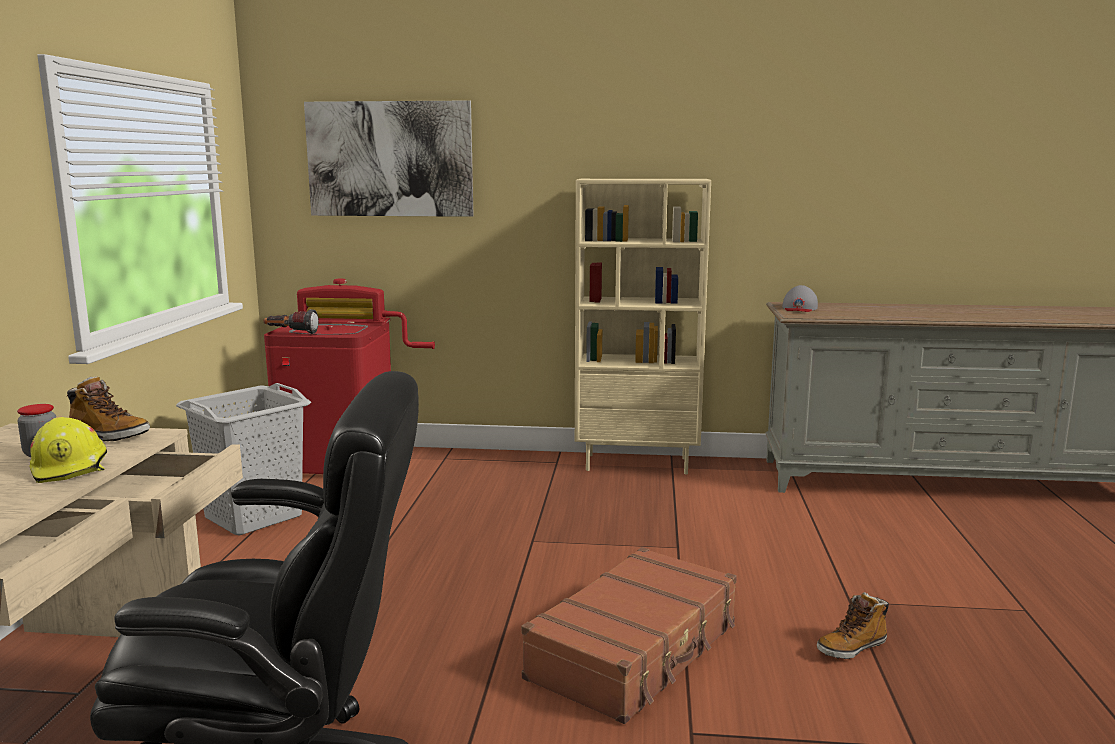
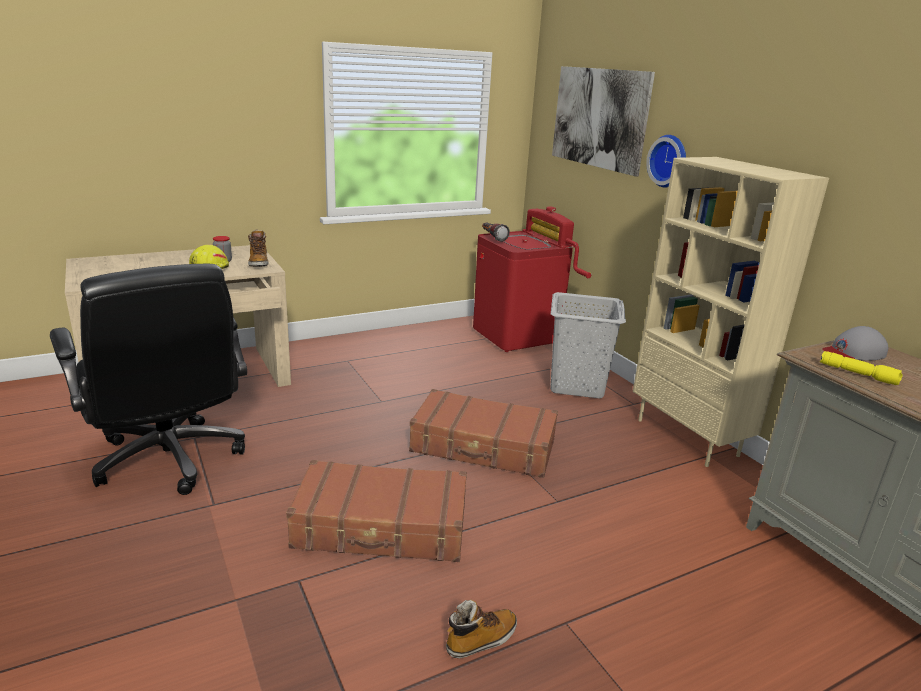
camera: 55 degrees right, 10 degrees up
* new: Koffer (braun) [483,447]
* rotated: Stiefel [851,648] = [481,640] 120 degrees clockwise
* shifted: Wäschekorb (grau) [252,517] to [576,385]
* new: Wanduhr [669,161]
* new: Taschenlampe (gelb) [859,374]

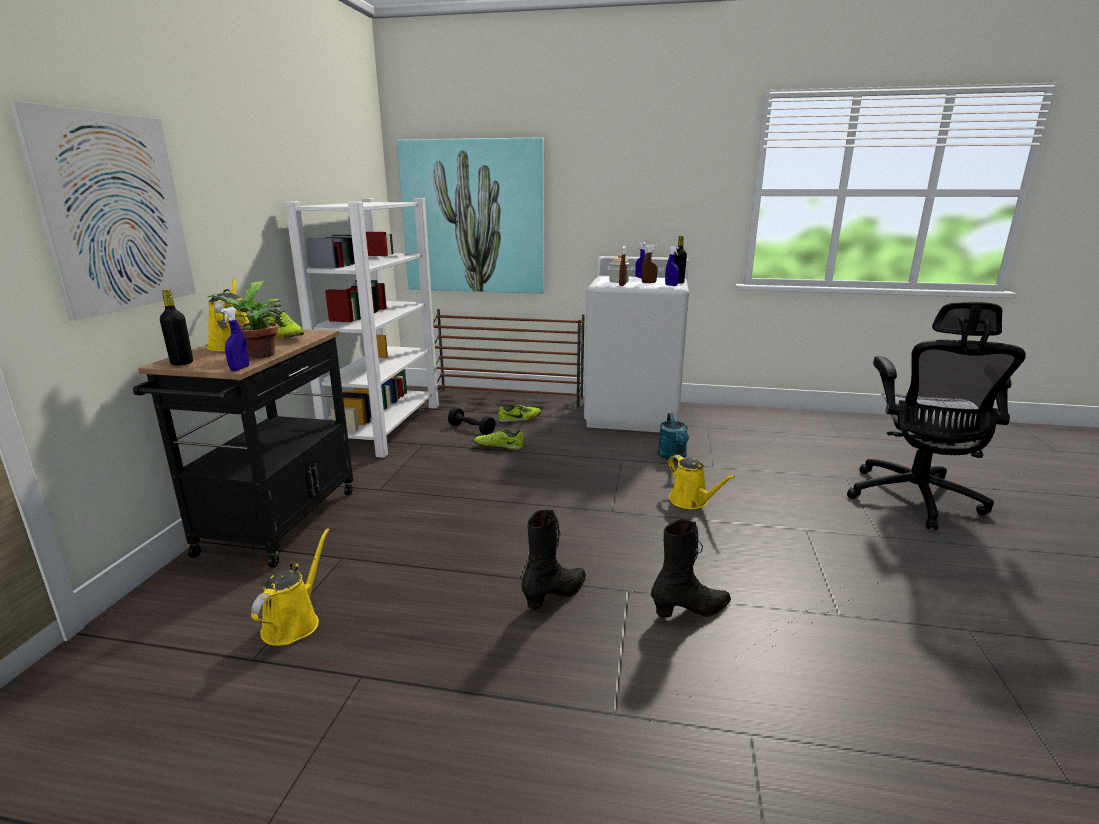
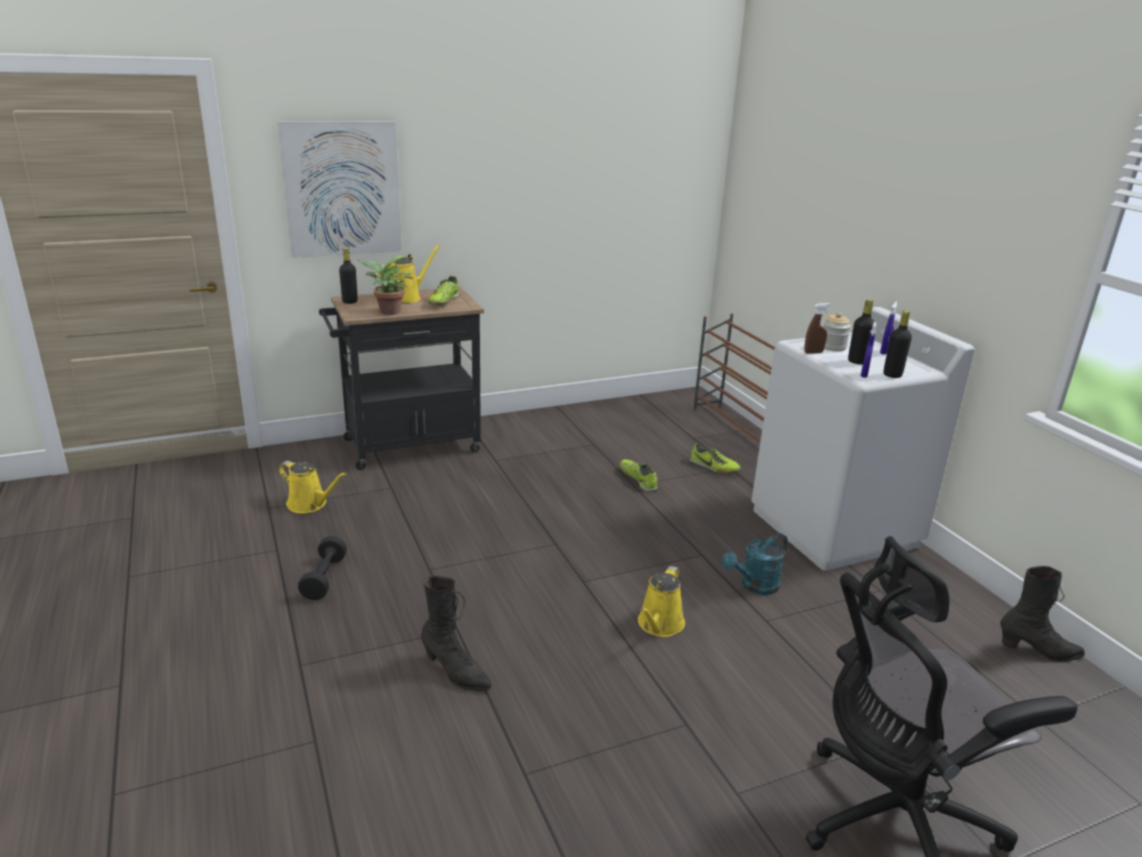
camera: 55 degrees right, 5 degrees up
* rotated: Gießkanne (gelb) [294,622] = [310,504] 45 degrees clockwise
* shifted: Hantel (schwarz) [471,429] to [324,578]
* swapped: Sprühflasche (braun) [648,283] to Flasche (schwarz) [857,361]
* shifted: Stiefel (schwarz) [556,595] to [1038,651]
* gone: Sprühflasche (blau) [240,369]
* gone: Bücherregal (weiß) [385,427]
* gone: Bild [474,217]

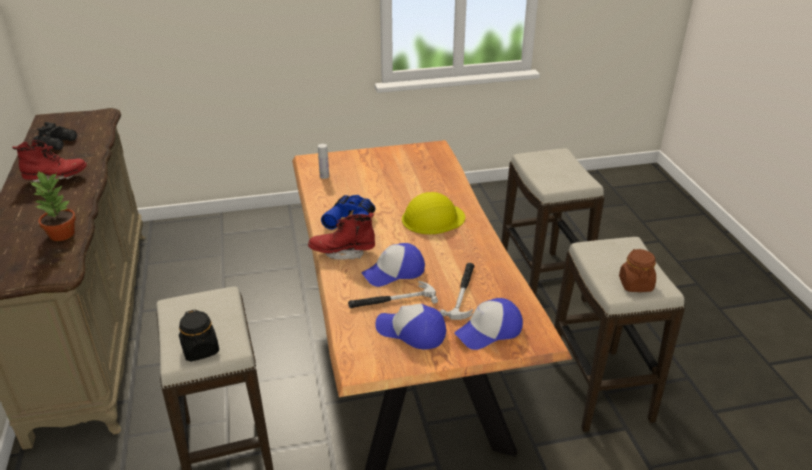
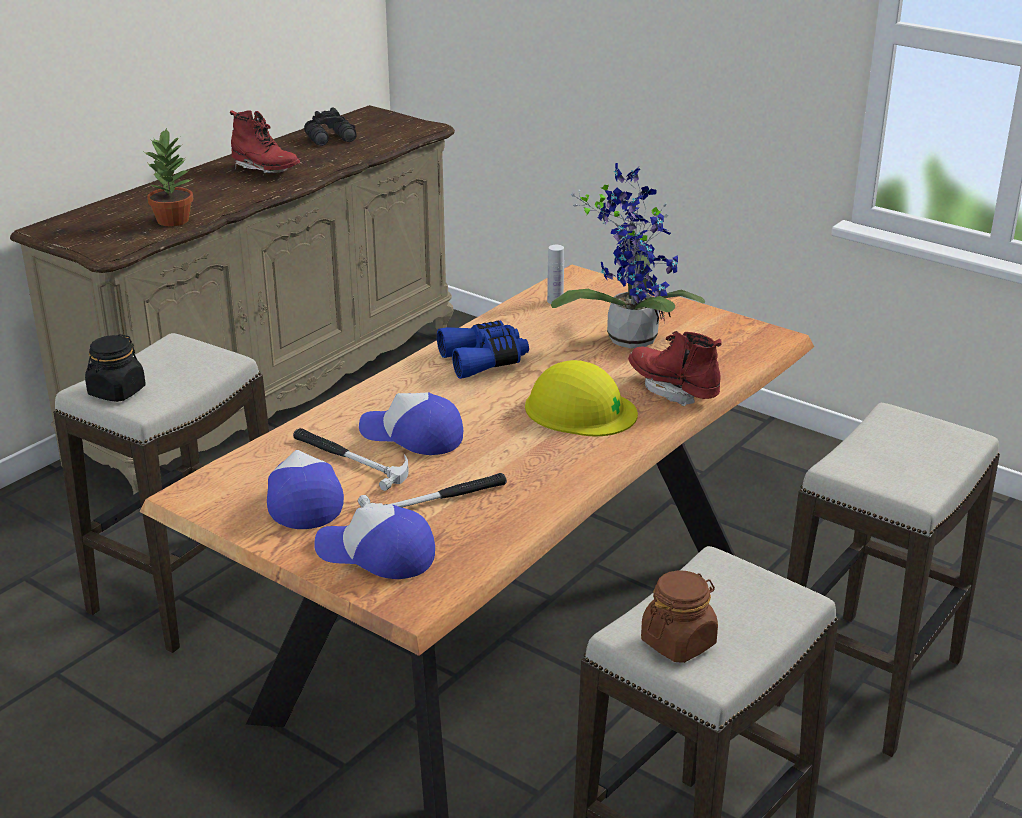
camera: 50 degrees right, 5 degrees down
* new: Topfpflanze [629,336]
* shifted: Stiefel (rot) [342,252] to [673,390]

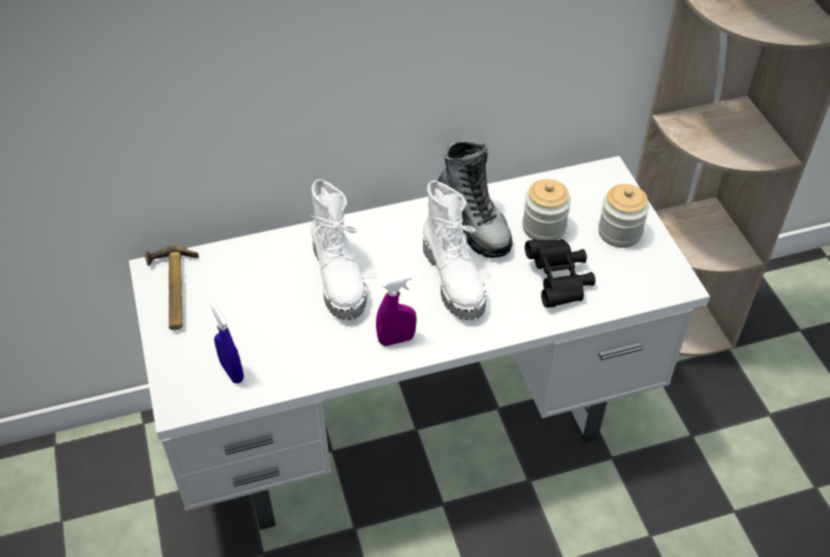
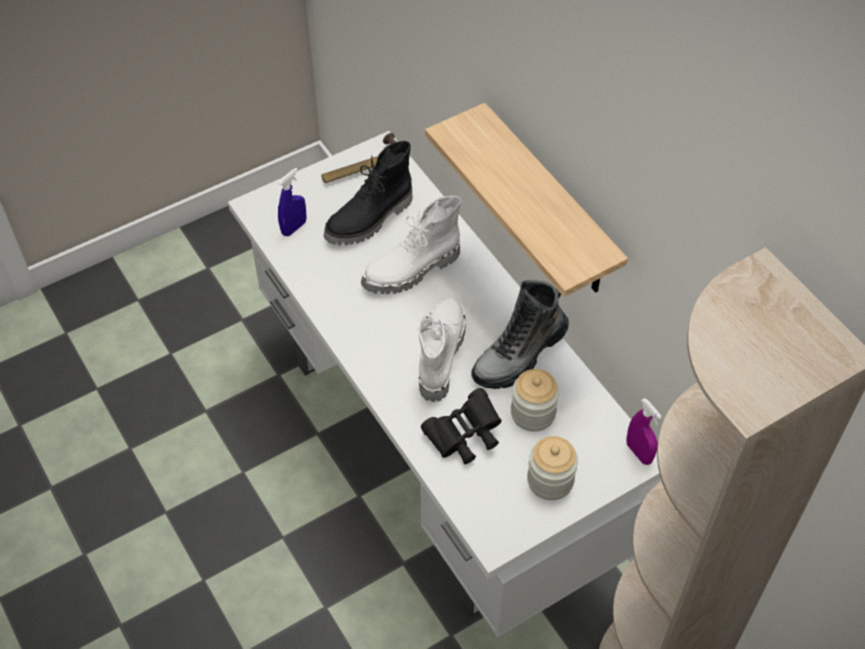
camera: 75 degrees right, 5 degrees up
* new: Stiefel (schwarz) [370,220]
* rotated: Stiefel (weiß) [455,280] = [439,354] 135 degrees clockwise
* new: Wandregal [550,205]
* shifted: Sprühflasche (lila) [396,339] to [639,453]

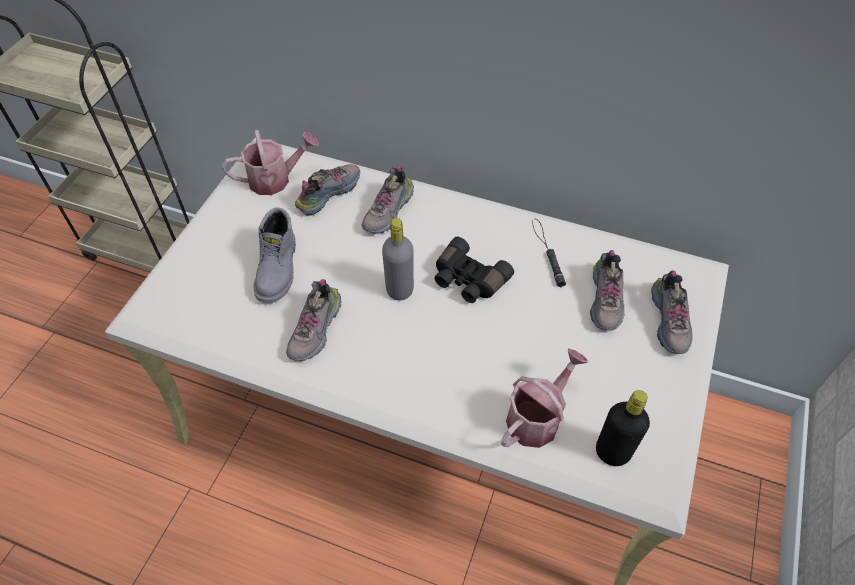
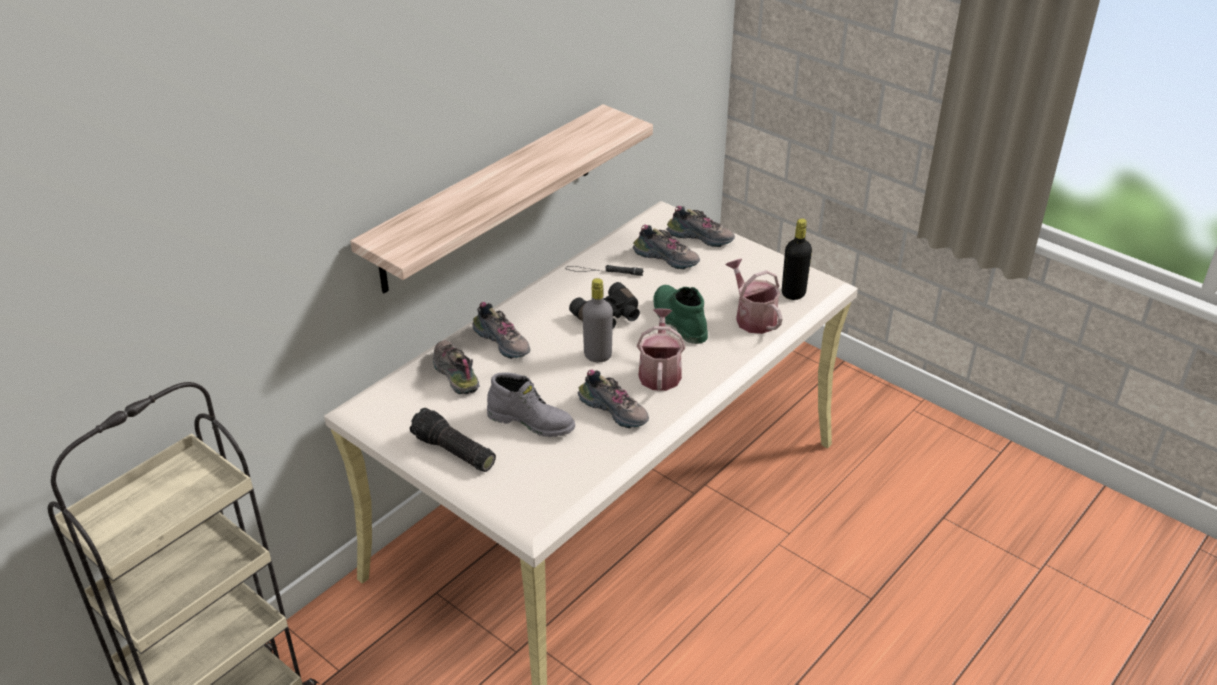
camera: 70 degrees left, 15 degrees down
* new: Wandregal [489,198]
* new: Taschenlampe [452,452]
* shifted: Gießkanne [275,179] to [660,372]
* new: Stiefel (grün) [678,320]

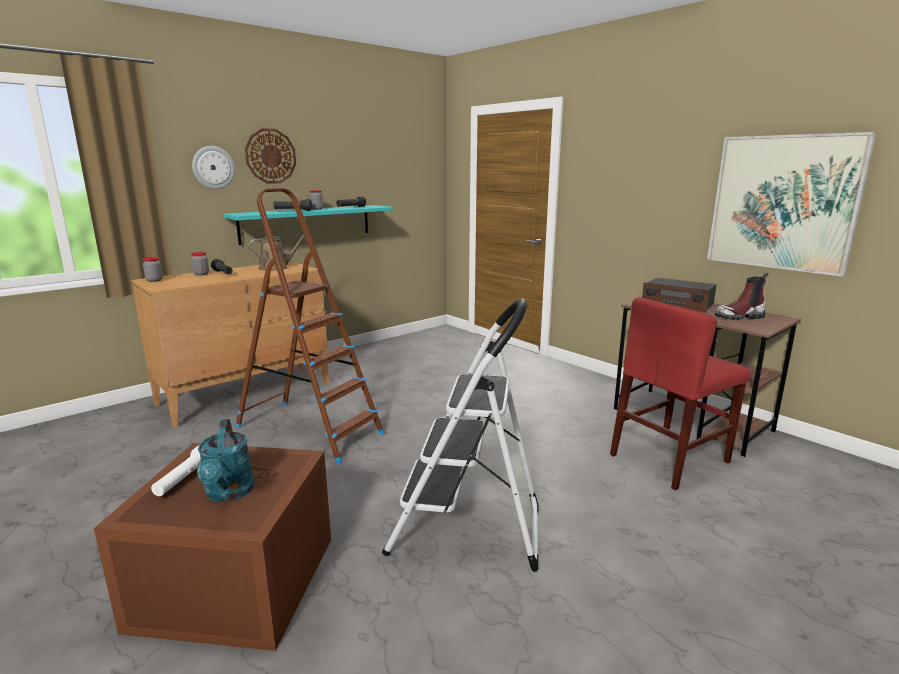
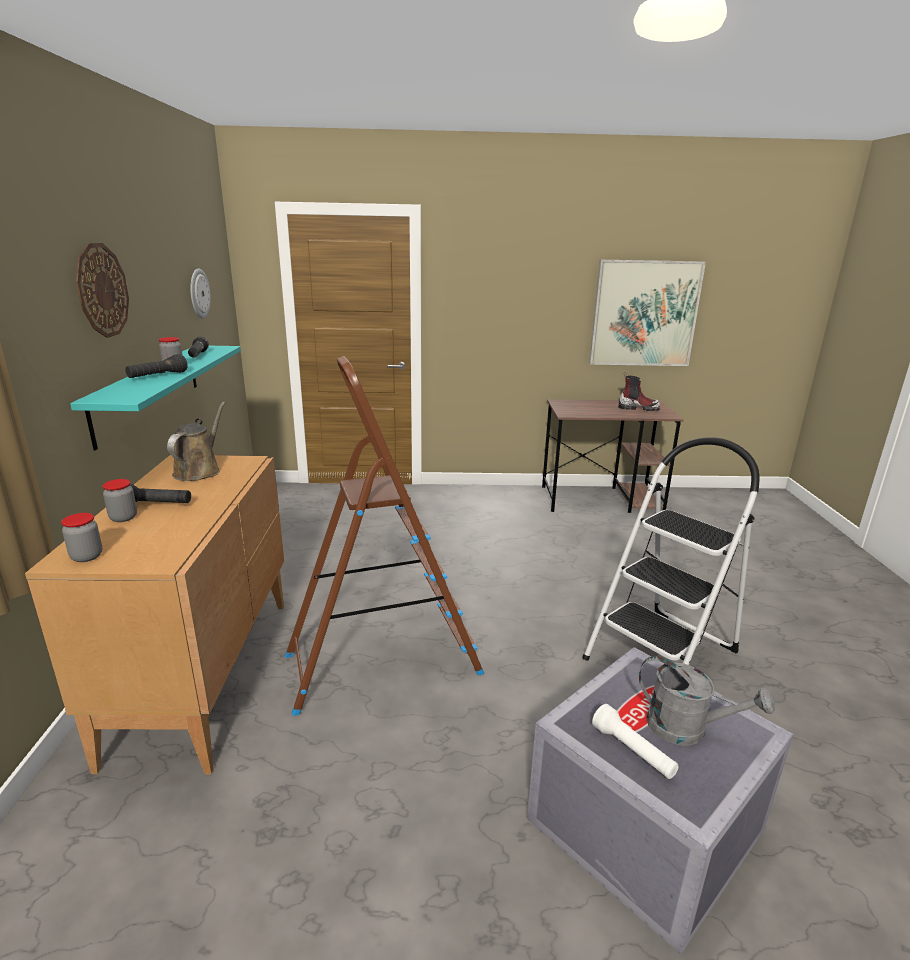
camera: 50 degrees left, 5 degrees up
* shifted: Wanduhr [213,167] to [198,293]
* repainted: Aufbewahrungsbox (braun) [233,583] to Aufbewahrungsbox (grau) [645,828]
* rotated: Stiefel [740,317] = [638,408] 105 degrees counterclockwise
* repainted: Gießkanne (türkis) [228,494] to Gießkanne (grau) [687,729]
* gone: Stuhl (rot) [669,458]
* gone: Radio [677,304]

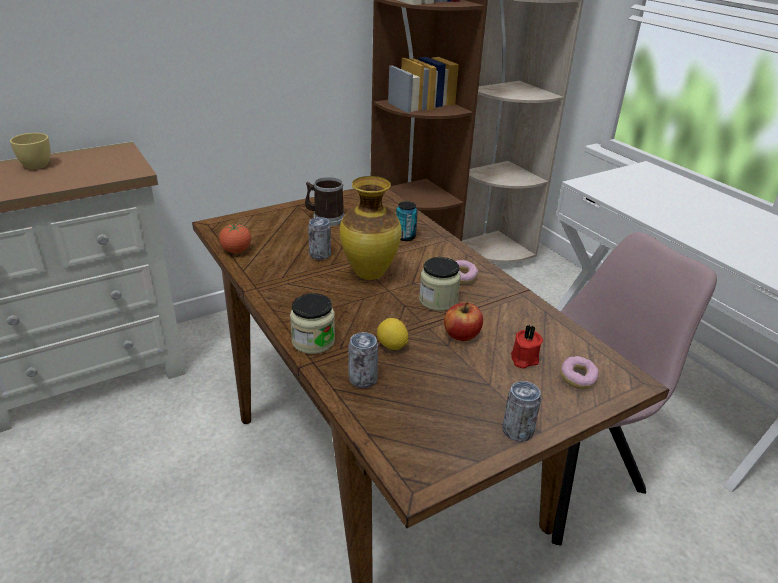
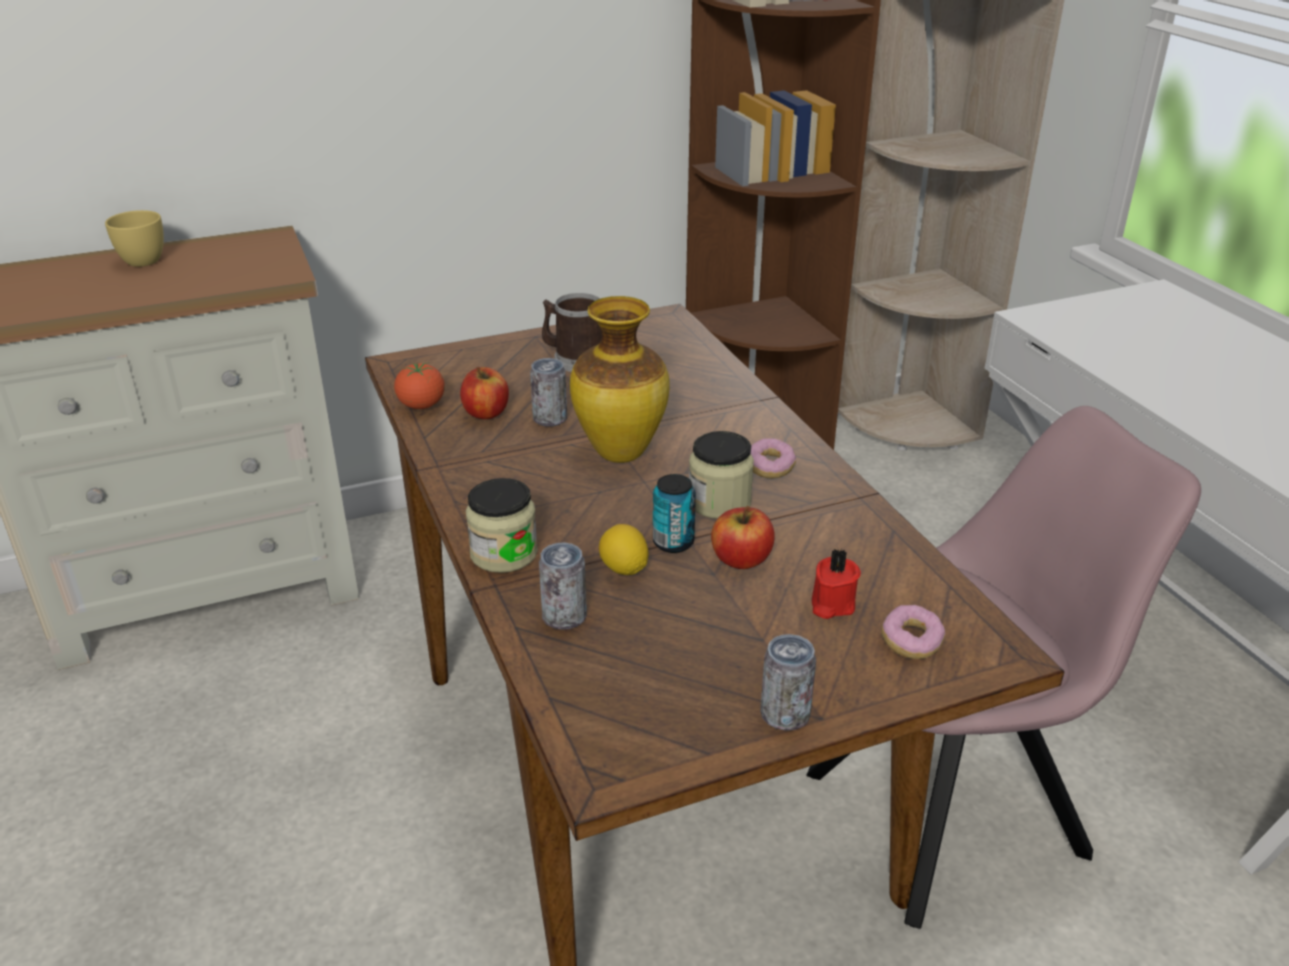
camera: 10 degrees right, 0 degrees up
* new: Apfel [486,413]
* shifted: Dose [405,237] to [673,542]

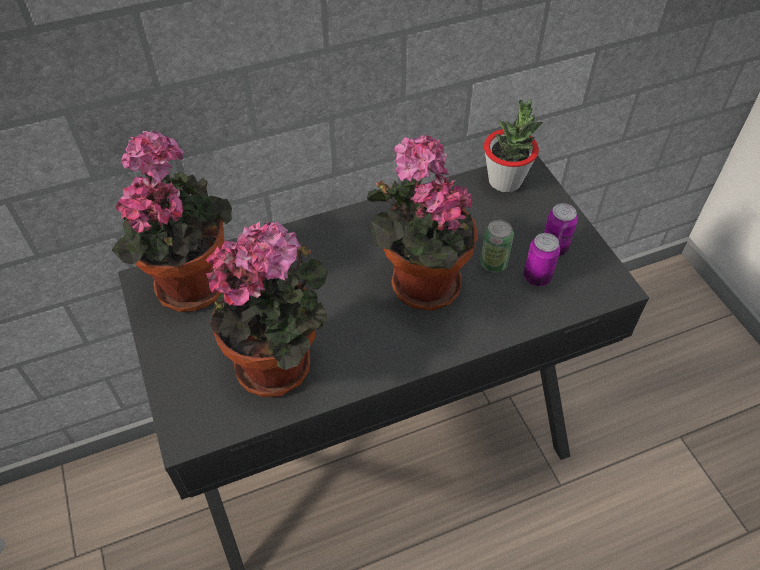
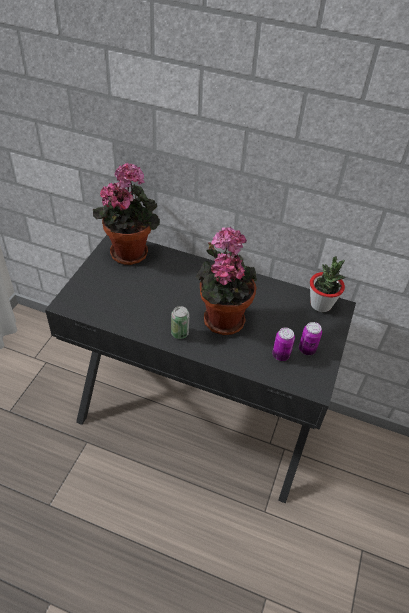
camera: 40 degrees right, 5 degrees down
* shifted: Dose [493,263] to [179,333]
* gone: Topfpflanze [280,364]

